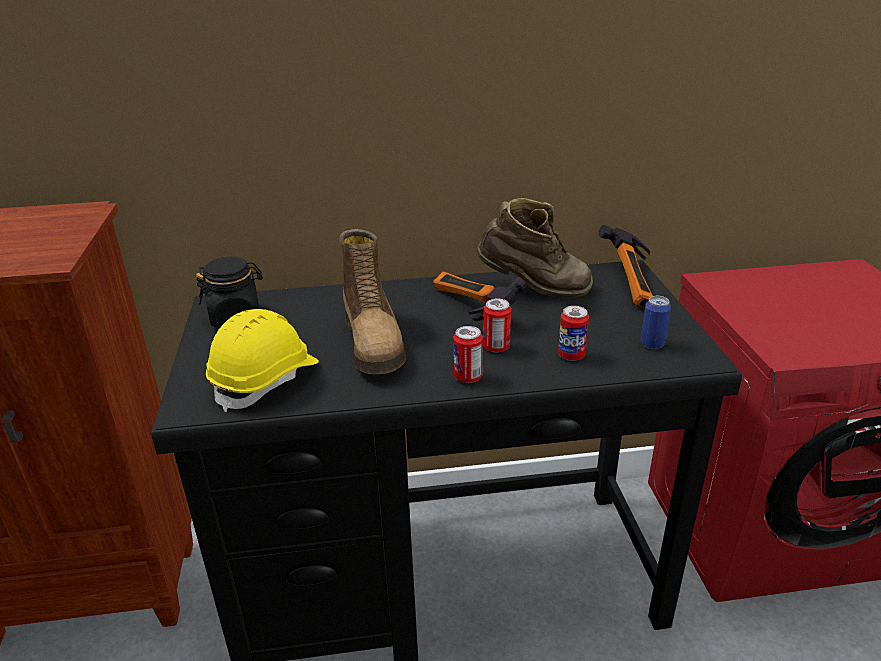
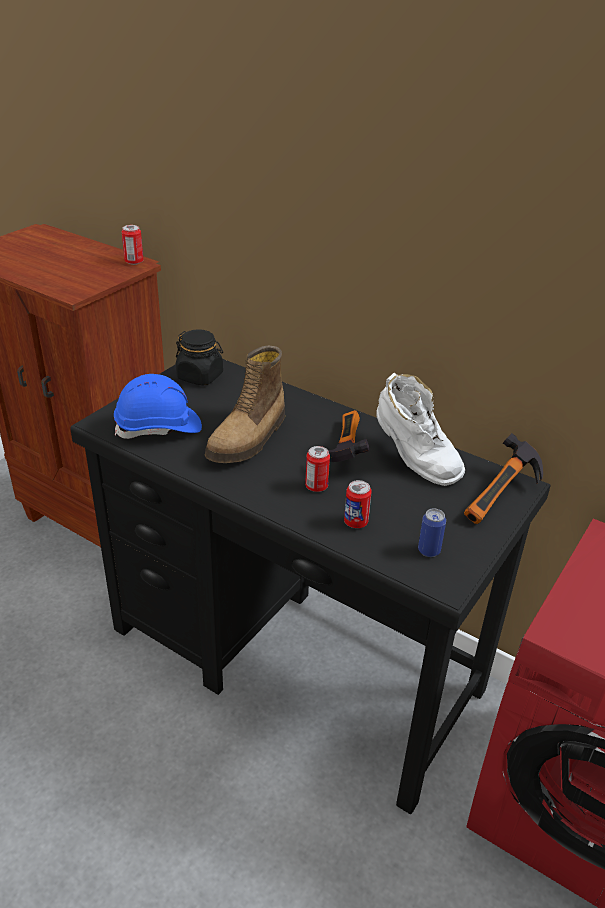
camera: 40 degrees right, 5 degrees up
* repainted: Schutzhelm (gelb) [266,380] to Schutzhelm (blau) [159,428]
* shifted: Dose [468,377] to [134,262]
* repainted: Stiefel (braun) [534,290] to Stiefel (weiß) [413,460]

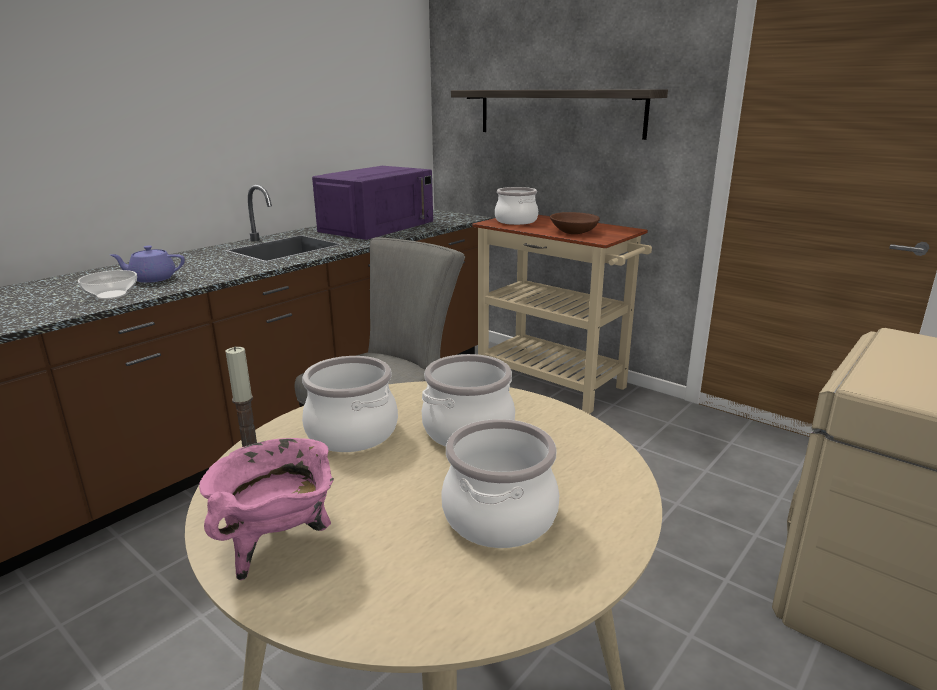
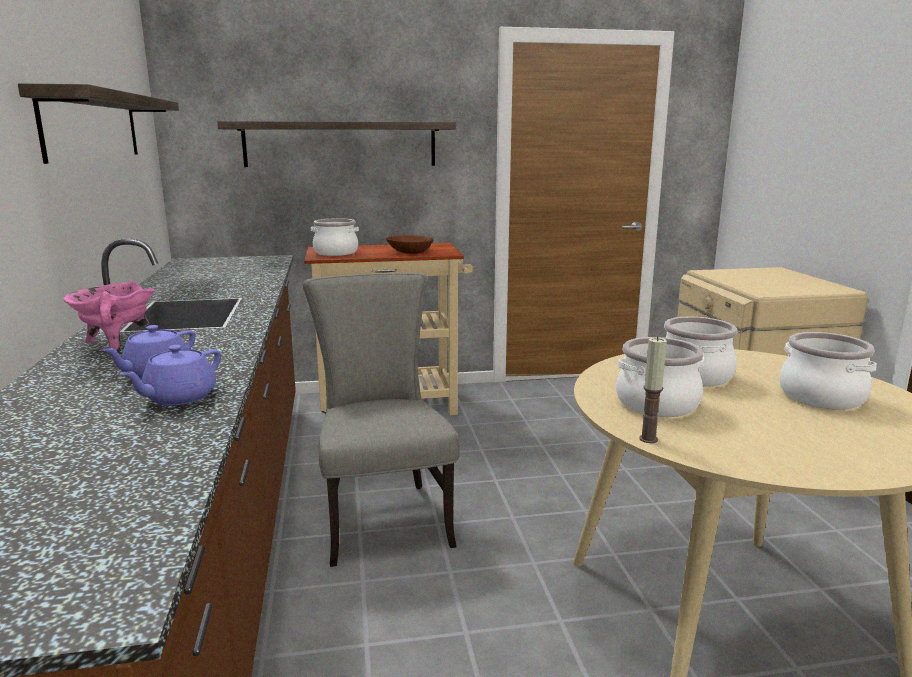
camera: 50 degrees left, 5 degrees down
* new: Wandregal [93,126]
* shifted: Kochtopf (rosa) [279,544] to [116,345]
* swapped: Schüssel [112,295] to Teekanne (lila) [179,398]
* gone: Mikrowelle (lila) [377,226]

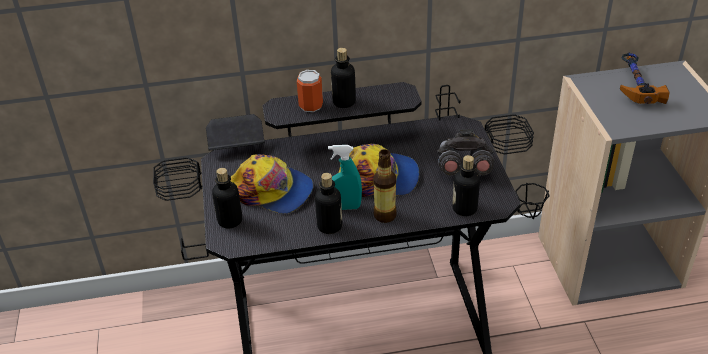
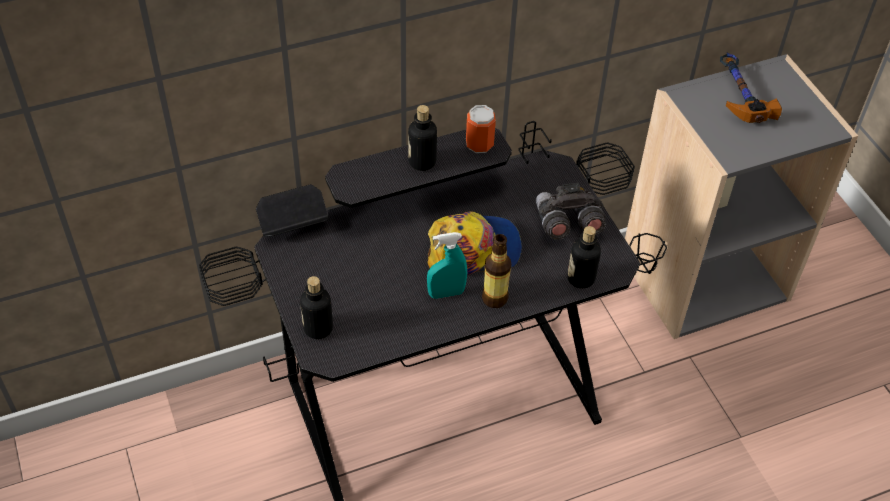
camera: 15 degrees left, 10 degrees up
* shifted: Dose [311,106] to [479,144]
* gone: Kappe [271,191]
* gone: Flasche [329,226]

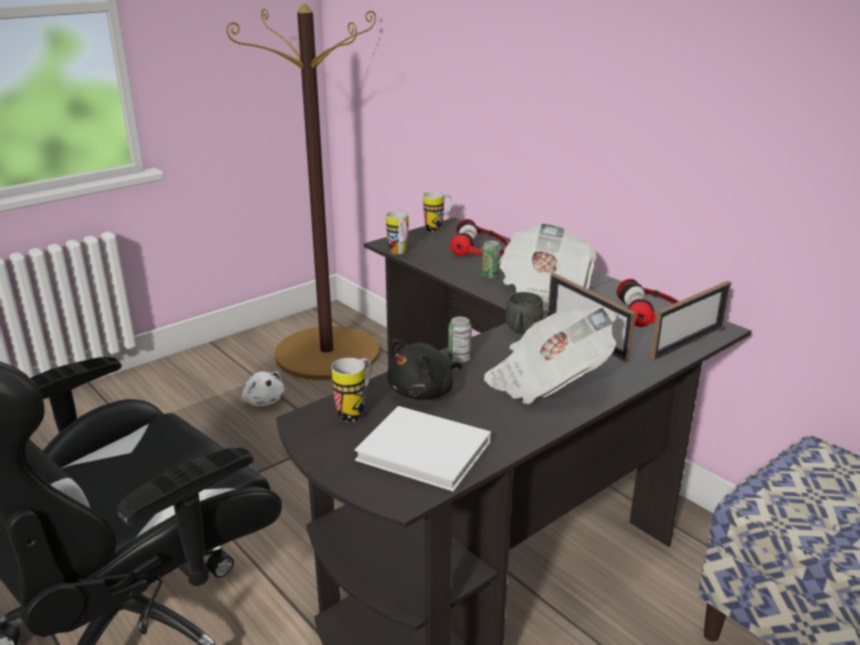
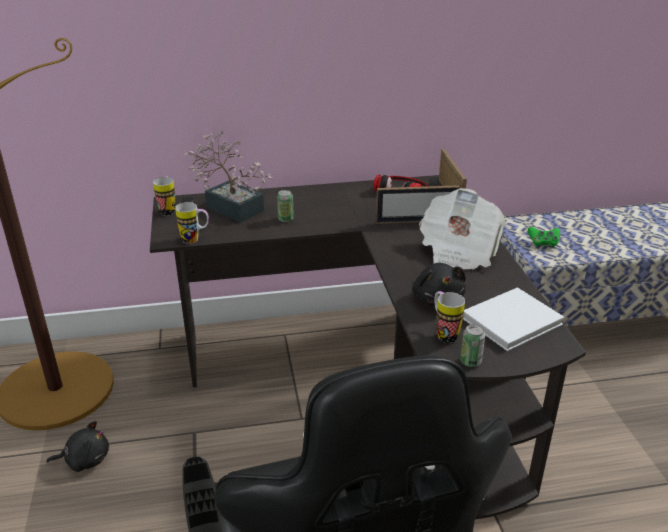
camera: 60 degrees left, 5 degrees up
* repainted: Plüschtier (weiß) [263,400] to Plüschtier (schwarz) [85,459]
* swapped: Kopfhörer [480,248] to Topfpflanze [231,206]
* shifted: Dose [459,359] to [470,361]
* new: Gamepad (grün) [543,243]
* gone: Zeitung [544,293]
* gone: Henkelbecher (grau) [522,331]

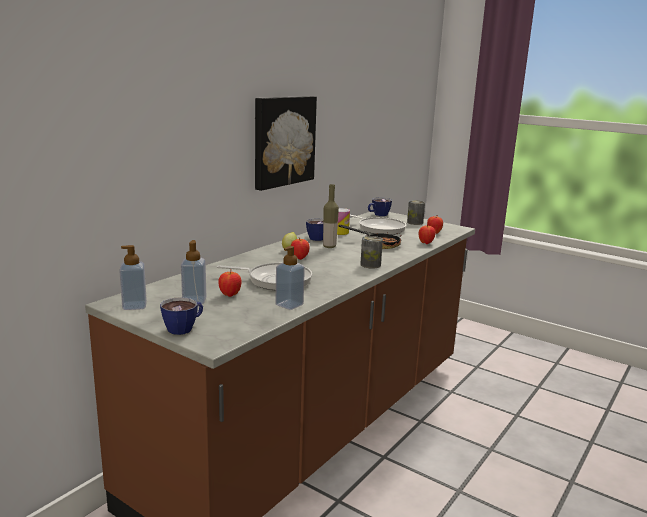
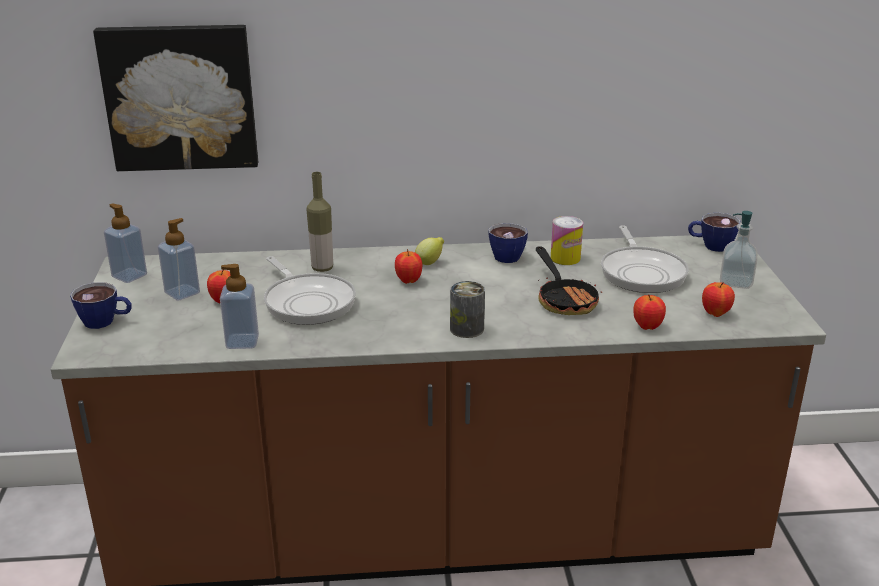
camera: 50 degrees right, 10 degrees up
* shifted: Bild [283,141] to [180,97]
* shifted: Flasche [329,247] to [322,268]
* swapped: Dose [415,222] to Seifenspender [735,282]

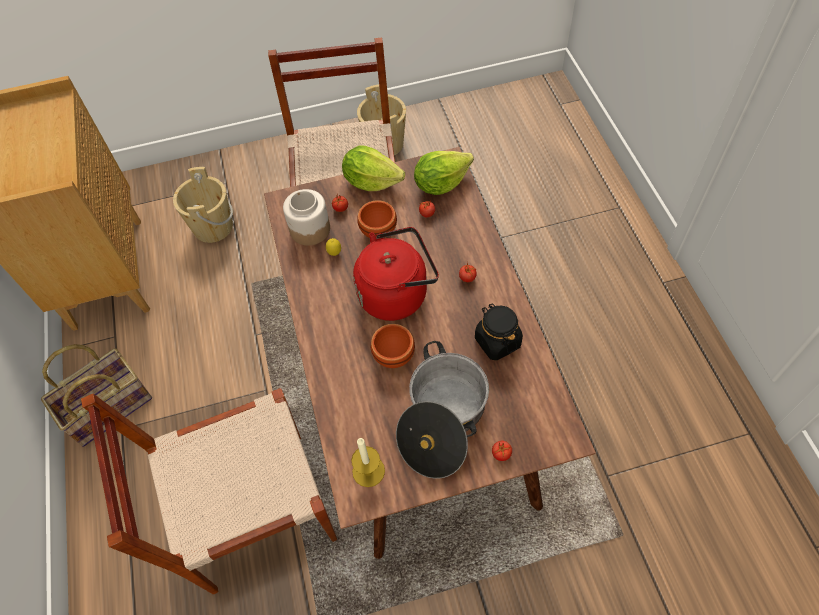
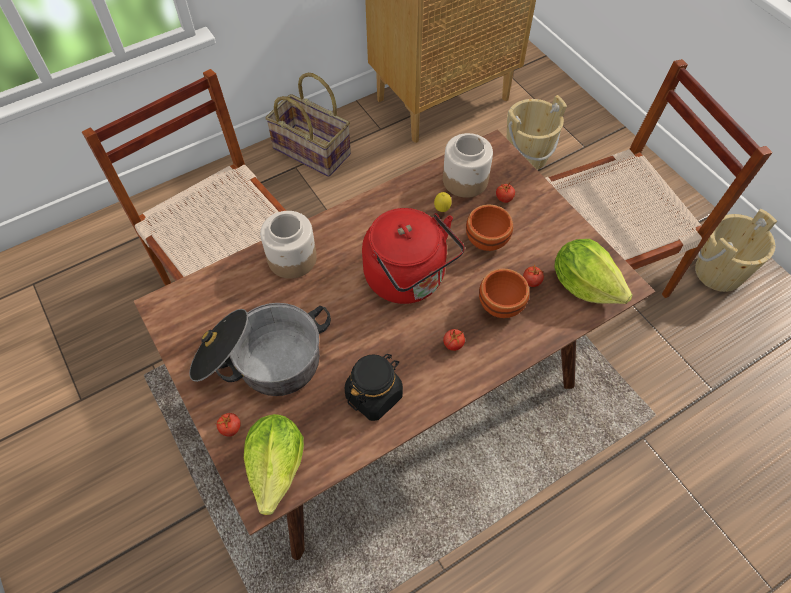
camera: 70 degrees right, 0 degrees up
* shifted: Salatkopf [371,181] to [277,467]
* new: Vorratsglas [291,259]
* shifted: Schüssel (braun) [393,355] to [501,305]
* gone: Kerze [368,471]

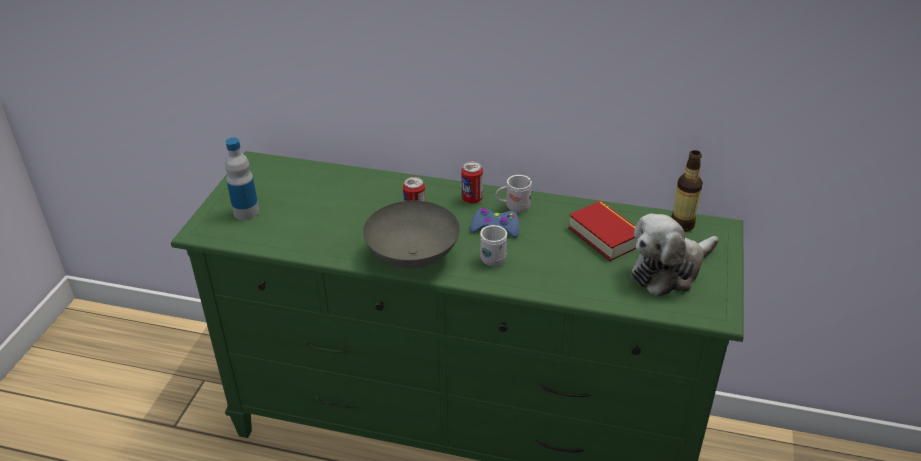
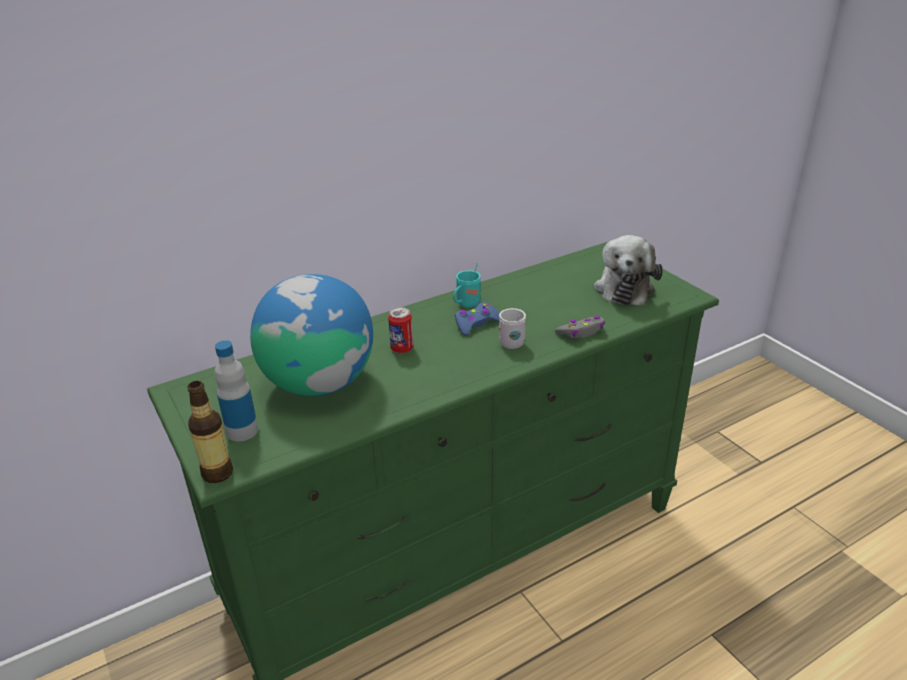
camera: 45 degrees left, 5 degrees down
* shifted: Flasche [682,225] to [217,473]
* new: Globus [319,383]
* repainted: Henkelbecher (weiß) [514,207] to Henkelbecher (türkis) [466,305]
* new: Gamepad (grau) [581,332]
* gone: Schüssel (grau) [413,256]
* gone: Dose [472,199]
* gone: Buch [605,236]

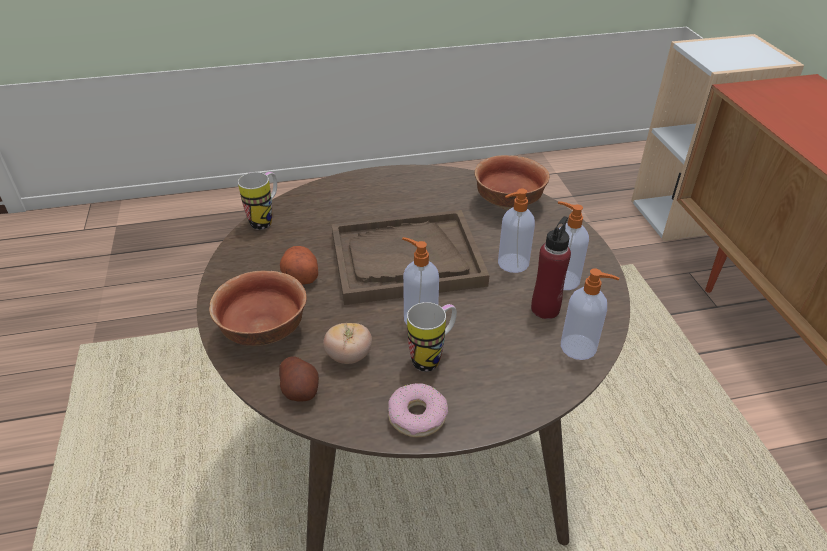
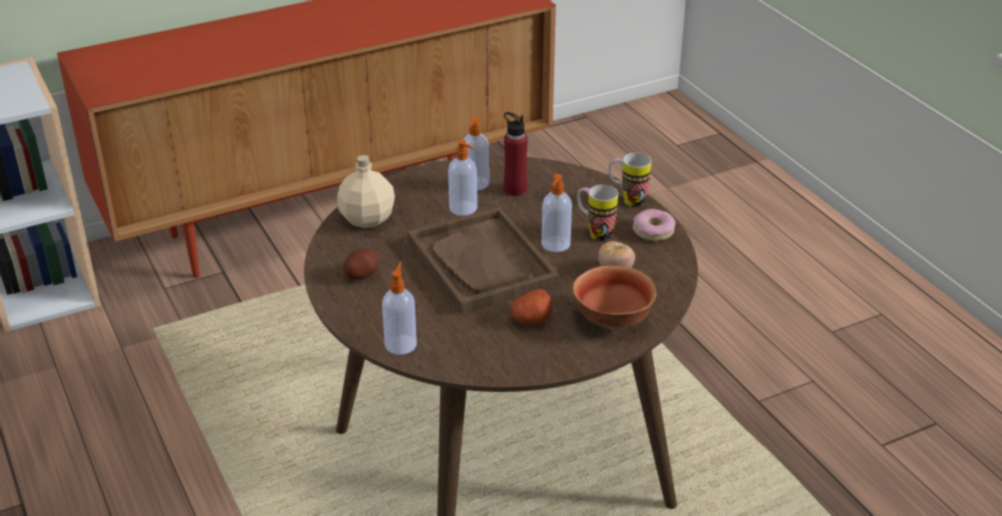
camera: 105 degrees left, 5 degrees down
* swapped: Schüssel [507,202] to Flasche (beige) [366,219]
* shifted: Kartoffel [300,390] to [361,274]
* shifted: Seifenspender [579,347] to [401,344]
* shifted: Henkelbecher [266,219] to [627,200]

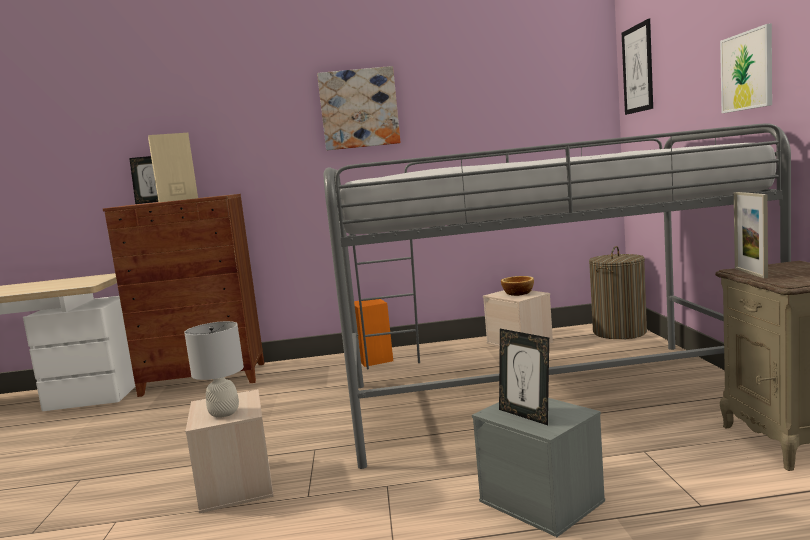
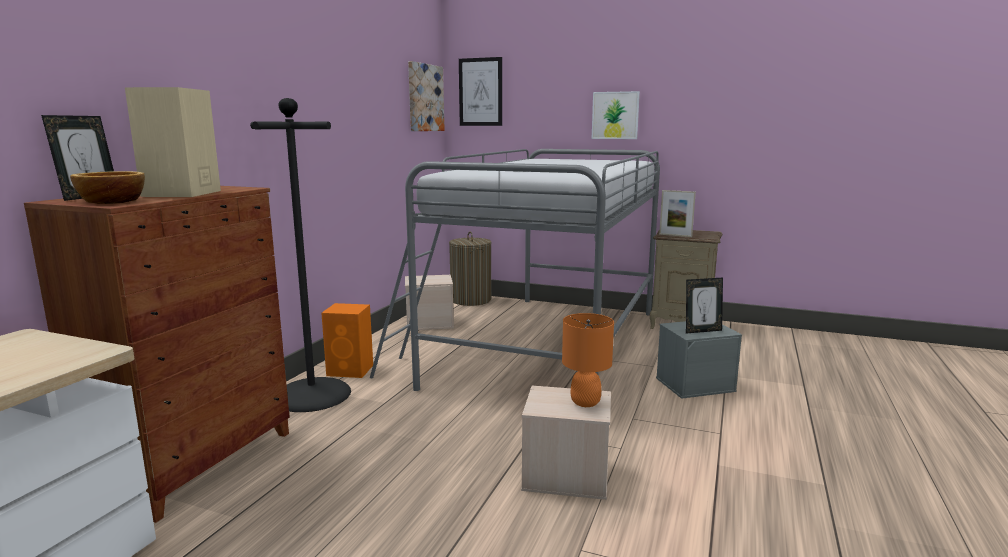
camera: 65 degrees left, 5 degrees up
* shifted: Schüssel [518,293] to [111,201]
* new: Kleiderständer (schwarz) [312,395]
* shifted: Bild [359,109] to [425,98]
* repainted: Tischlampe (grau) [225,413] to Tischlampe (orange) [585,403]

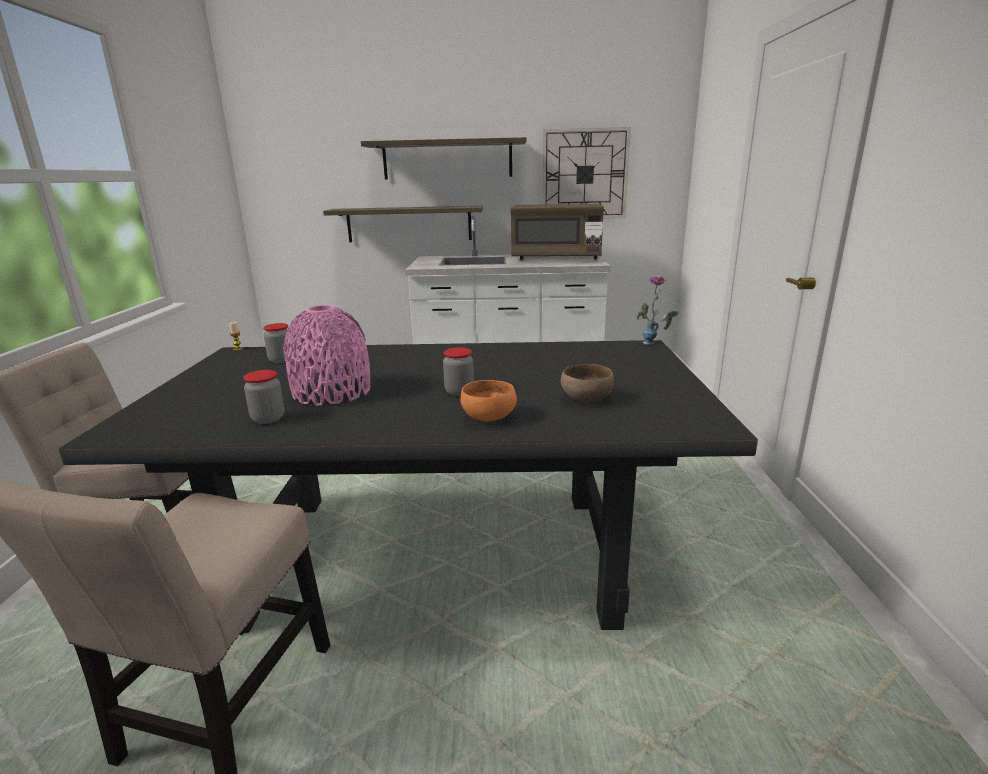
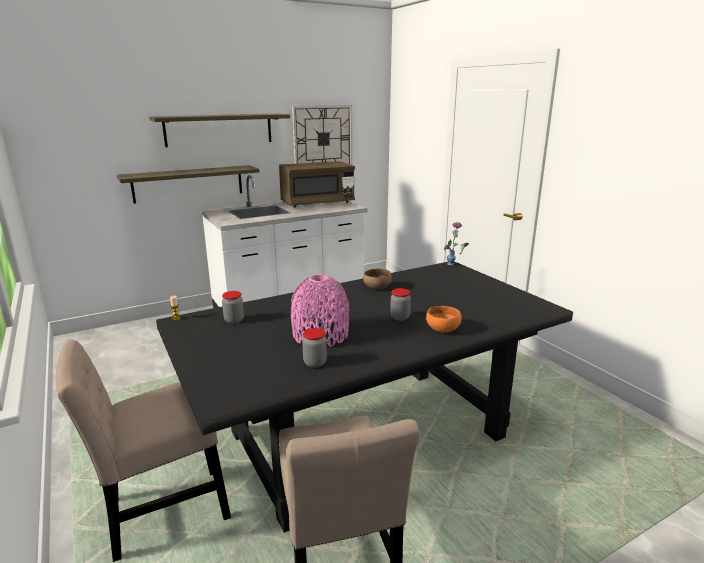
camera: 30 degrees left, 0 degrees up
* shifted: Schüssel (braun) [585,399] to [377,288]

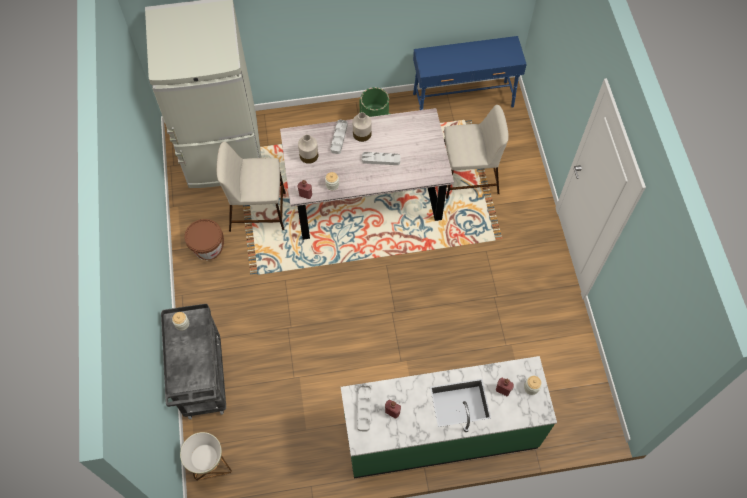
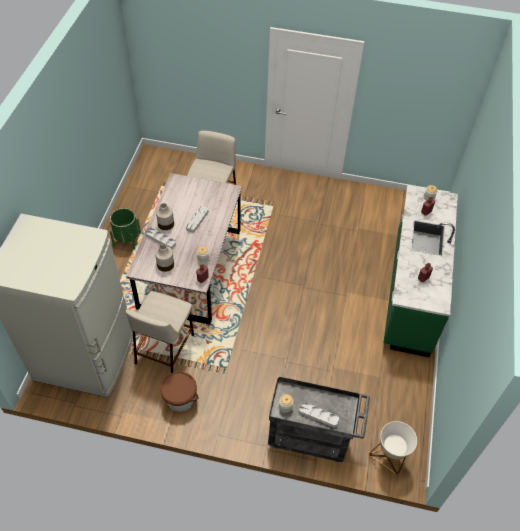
camera: 70 degrees left, 10 degrees down
* shifted: Tablett (grau) [364,409] to [318,415]
* gone: Konsolentisch (blau) [463,101]

